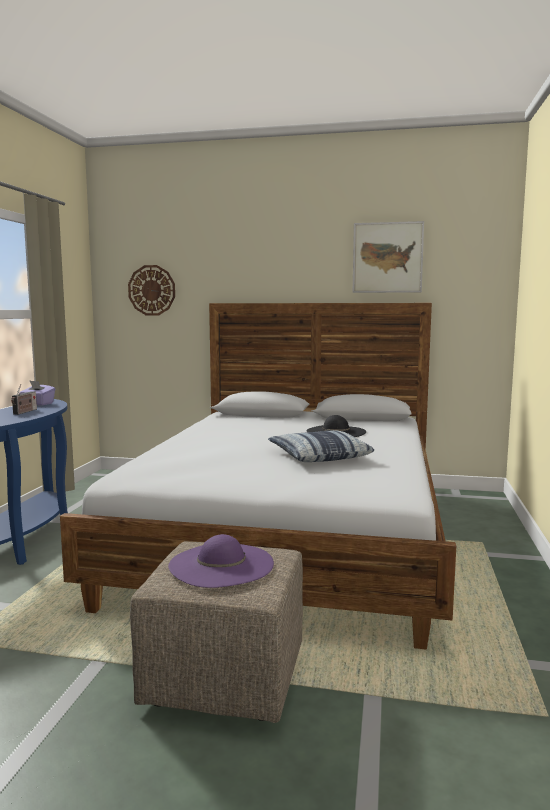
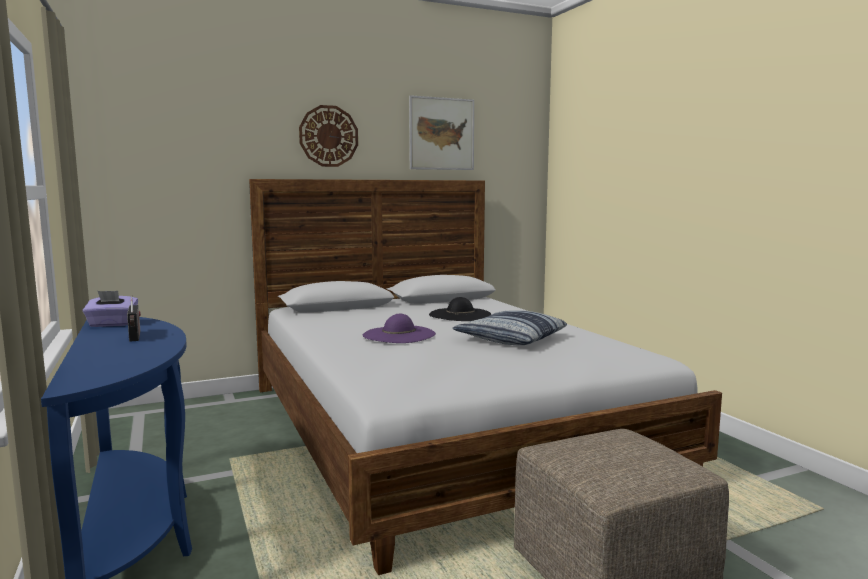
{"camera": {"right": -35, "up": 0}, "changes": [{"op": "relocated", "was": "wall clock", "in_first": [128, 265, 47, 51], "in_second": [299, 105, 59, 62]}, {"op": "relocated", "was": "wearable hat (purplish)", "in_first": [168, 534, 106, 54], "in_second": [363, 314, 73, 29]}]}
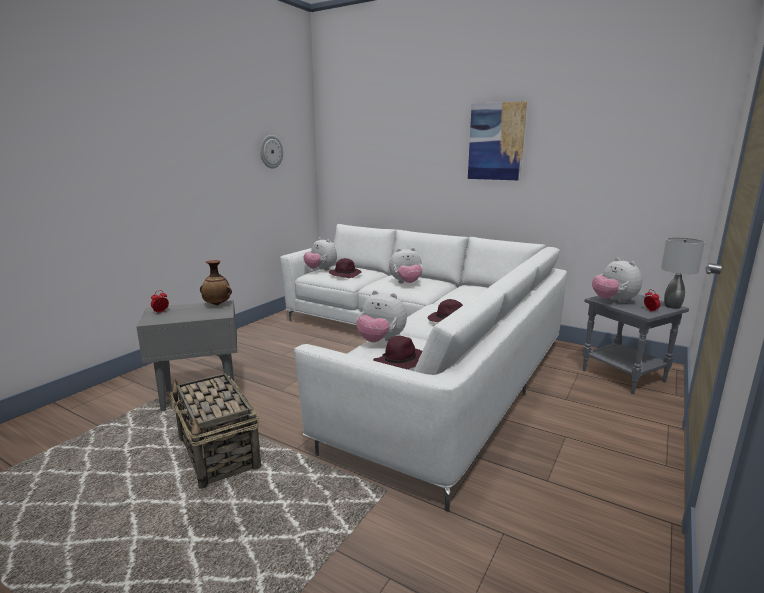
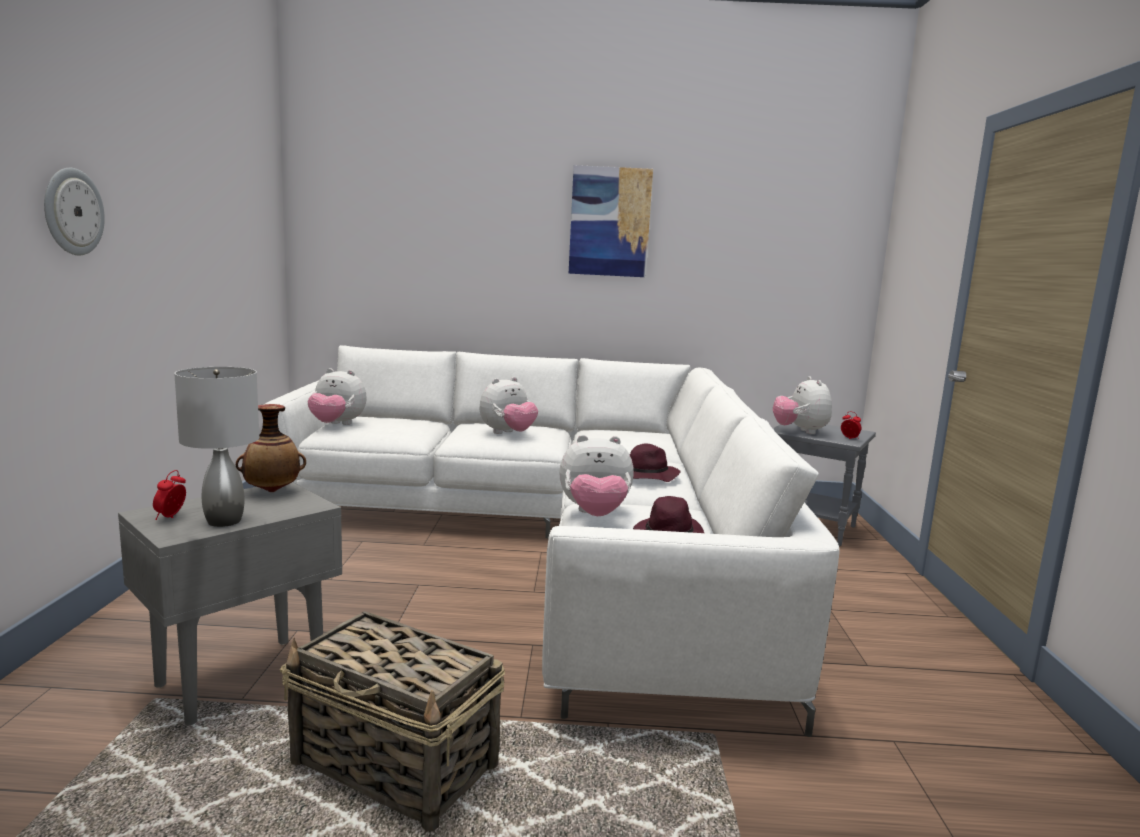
{"camera": {"right": -30, "up": -5}, "changes": [{"op": "relocated", "was": "wall clock", "in_first": [260, 135, 23, 34], "in_second": [44, 168, 61, 87]}, {"op": "relocated", "was": "table lamp (grey)", "in_first": [661, 237, 44, 72], "in_second": [174, 367, 85, 160]}, {"op": "missing", "was": "wearable hat (purplish)", "in_first": [329, 258, 33, 20]}, {"op": "spun", "was": "soft toy", "in_first": [592, 258, 50, 45], "in_second": [773, 376, 59, 58], "clockwise": 45}]}
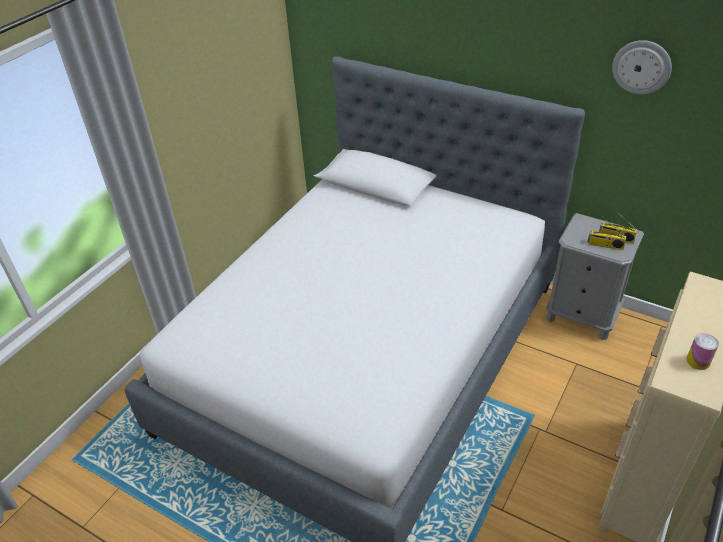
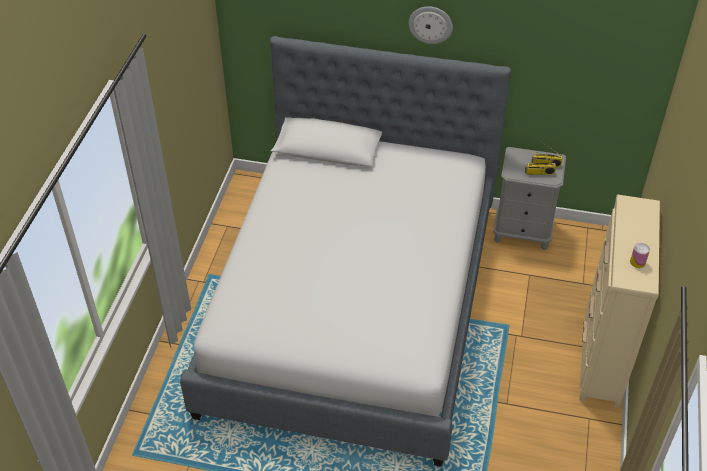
{"camera": {"right": -20, "up": 5}, "changes": [{"op": "relocated", "was": "wall clock", "in_first": [612, 40, 60, 54], "in_second": [408, 6, 45, 38]}]}
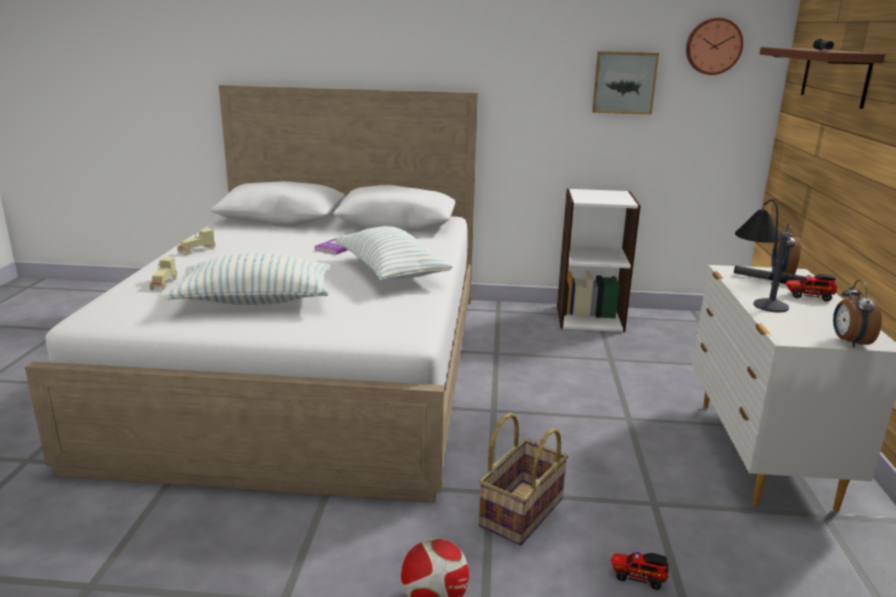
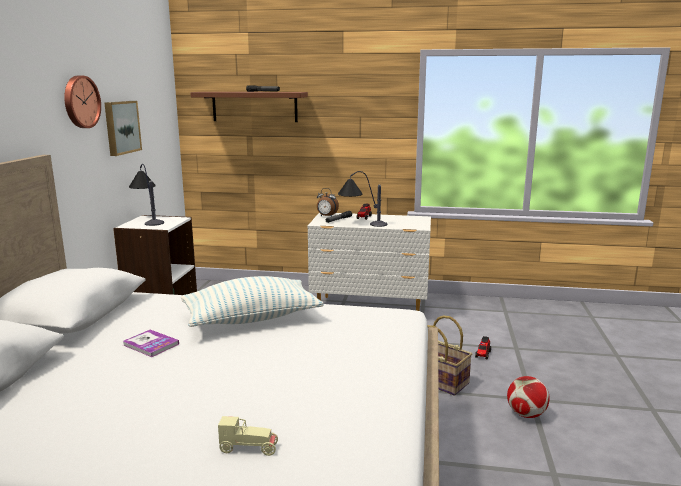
{"camera": {"right": -85, "up": -5}, "changes": [{"op": "relocated", "was": "wall clock", "in_first": [686, 18, 57, 57], "in_second": [64, 76, 37, 52]}, {"op": "missing", "was": "toy car (sand-coloured)", "in_first": [177, 228, 38, 27]}, {"op": "missing", "was": "throw pillow", "in_first": [165, 253, 165, 52]}, {"op": "missing", "was": "bedside clock", "in_first": [833, 280, 49, 68]}, {"op": "appeared", "now": "table lamp", "in_second": [129, 164, 35, 62]}]}
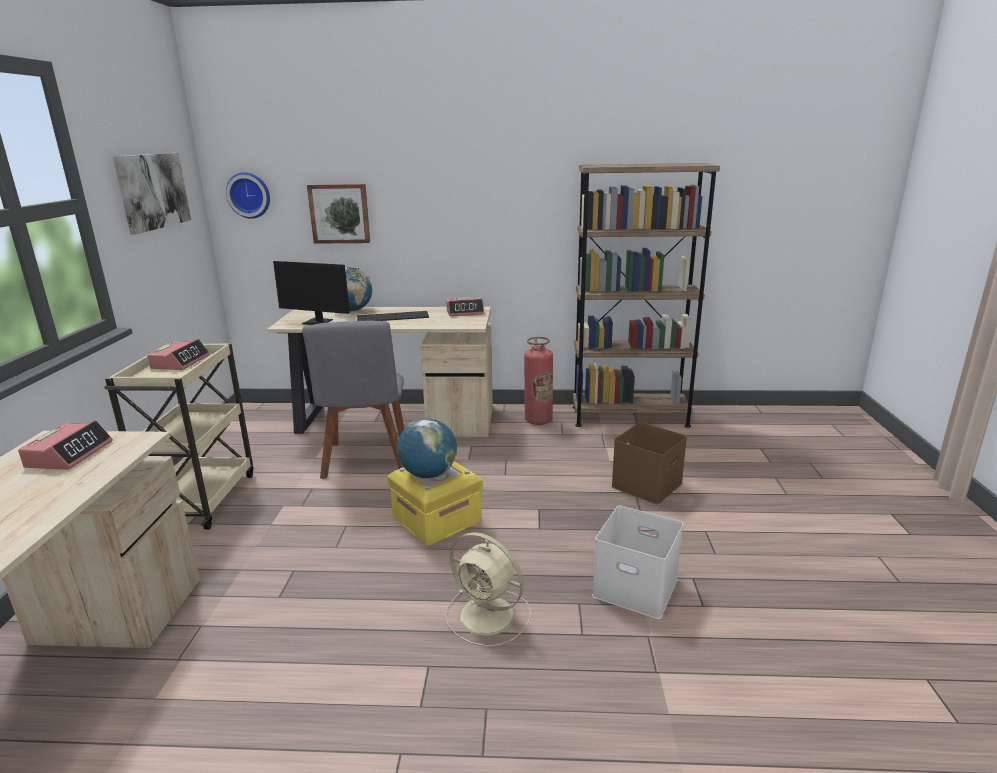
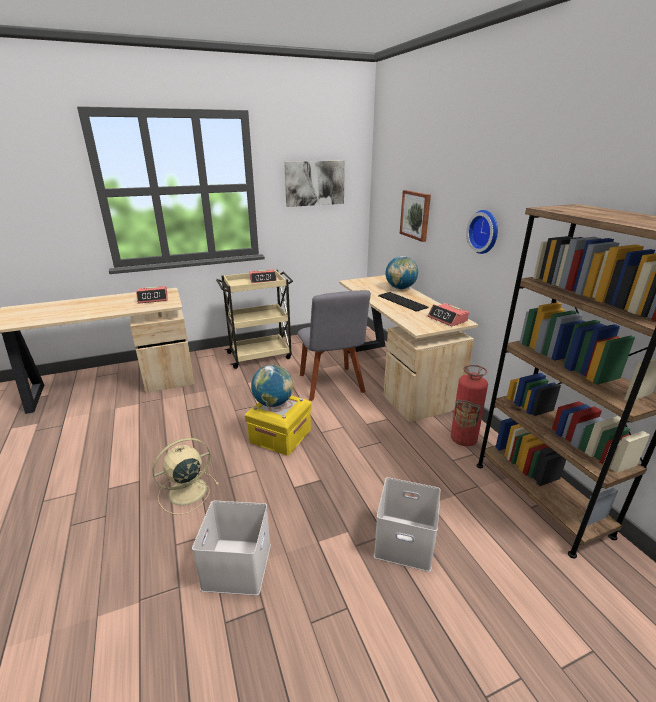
{"camera": {"right": 65, "up": 5}, "changes": [{"op": "relocated", "was": "wall clock", "in_first": [226, 172, 44, 47], "in_second": [466, 210, 32, 44]}, {"op": "missing", "was": "computer display", "in_first": [273, 261, 95, 64]}, {"op": "spun", "was": "chair (grey)", "in_first": [302, 321, 102, 158], "in_second": [297, 290, 74, 111], "clockwise": -75}, {"op": "colour", "was": "storage bin (brownish)", "now": "storage bin (white)", "in_first": [611, 422, 76, 82], "in_second": [374, 477, 67, 95]}, {"op": "spun", "was": "electric fan (sand-coloured)", "in_first": [445, 532, 86, 115], "in_second": [152, 438, 67, 77], "clockwise": 45}]}
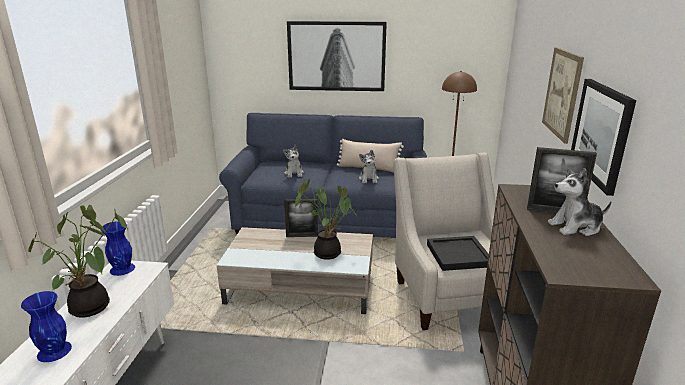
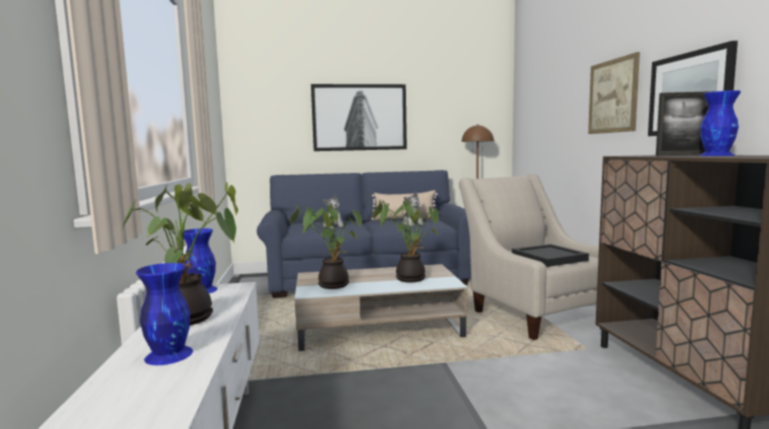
{"camera": {"right": -15, "up": -15}, "changes": [{"op": "exchanged", "was": "soft toy", "now": "flower vase (blue-coloured)", "in_first": [548, 168, 64, 68], "in_second": [699, 90, 42, 66]}, {"op": "missing", "was": "photo frame", "in_first": [284, 199, 34, 38]}, {"op": "appeared", "now": "potted plant", "in_second": [290, 204, 72, 85]}]}
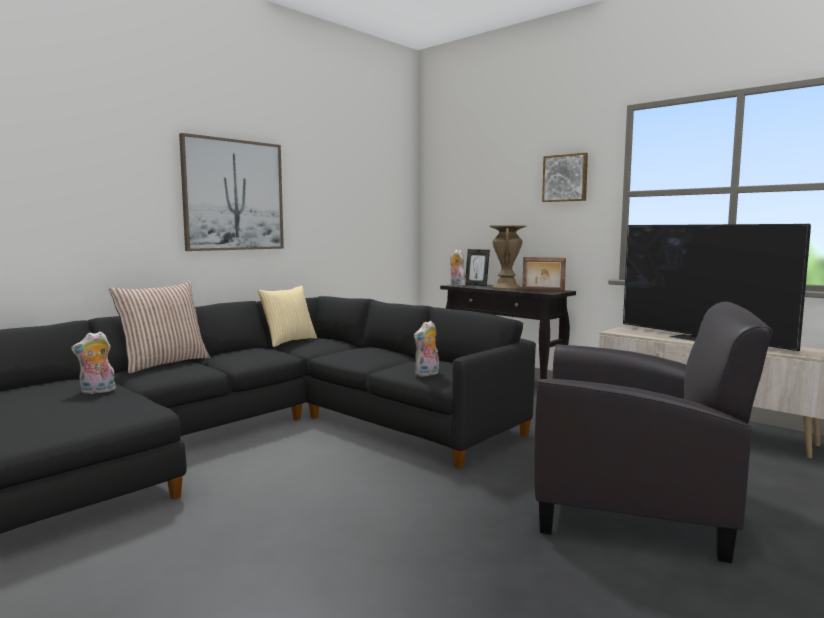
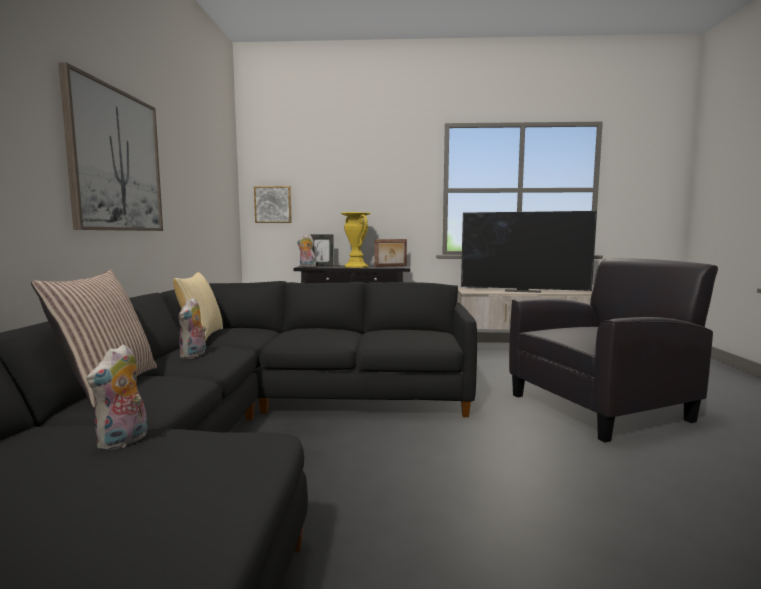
{"camera": {"right": -40, "up": 0}, "changes": [{"op": "relocated", "was": "picture", "in_first": [542, 153, 46, 49], "in_second": [254, 186, 38, 37]}, {"op": "colour", "was": "flower vase (brownish)", "now": "flower vase (yellow)", "in_first": [489, 225, 38, 65], "in_second": [341, 212, 30, 56]}, {"op": "relocated", "was": "soft toy", "in_first": [414, 320, 25, 56], "in_second": [179, 298, 27, 61]}]}
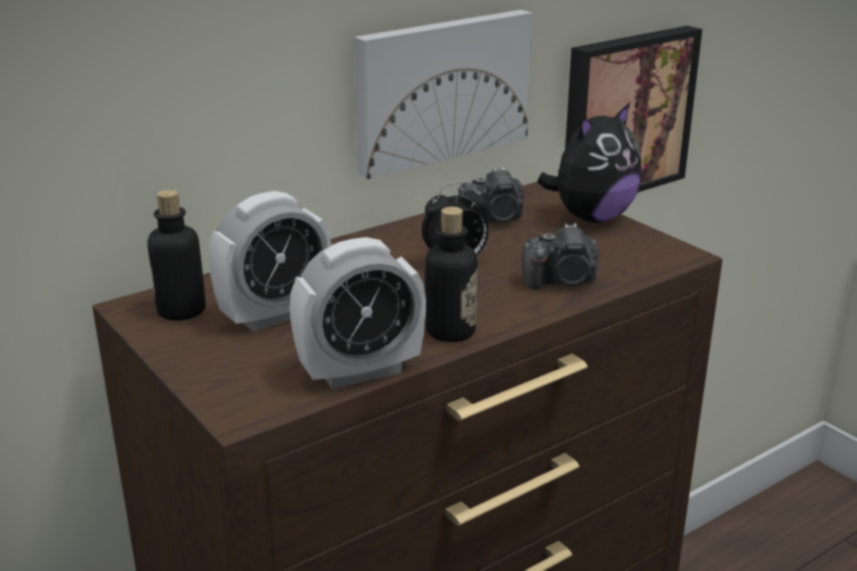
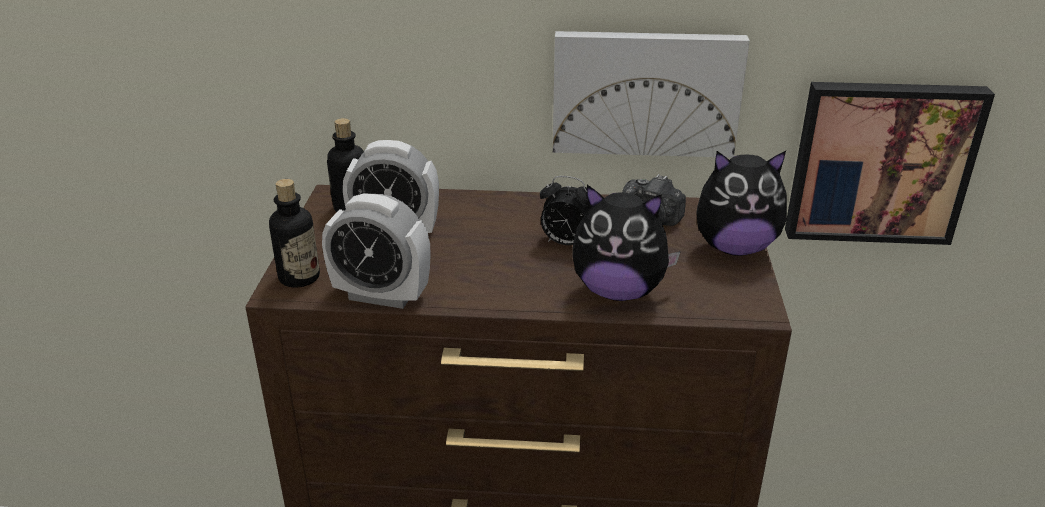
{"camera": {"right": 40, "up": 5}, "changes": [{"op": "relocated", "was": "drink bottle", "in_first": [425, 207, 53, 135], "in_second": [269, 179, 51, 109]}, {"op": "exchanged", "was": "still camera", "now": "soft toy", "in_first": [523, 223, 76, 67], "in_second": [573, 185, 108, 116]}]}
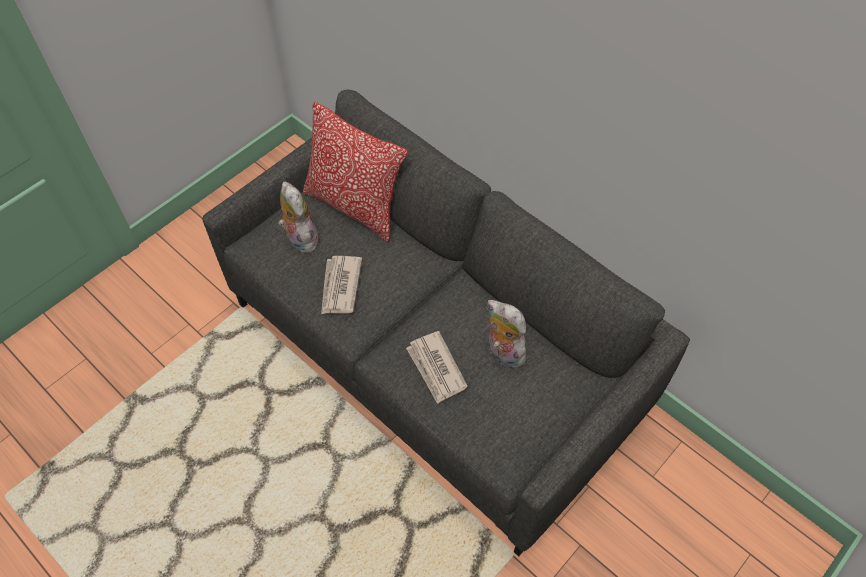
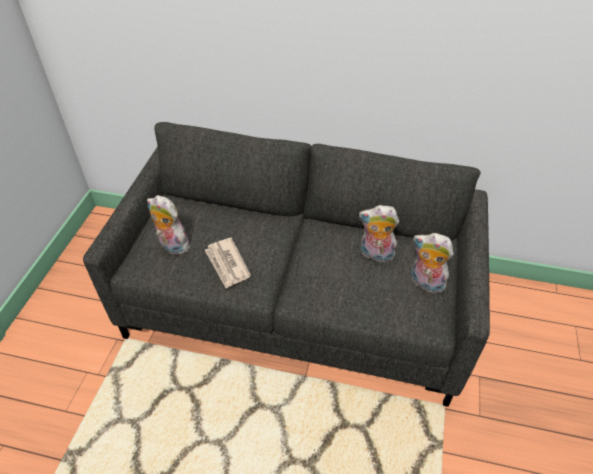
{"camera": {"right": -30, "up": -10}, "changes": [{"op": "missing", "was": "throw pillow", "in_first": [303, 102, 105, 140]}, {"op": "missing", "was": "daily paper", "in_first": [406, 331, 62, 73]}, {"op": "appeared", "now": "soft toy", "in_second": [411, 233, 43, 60]}]}
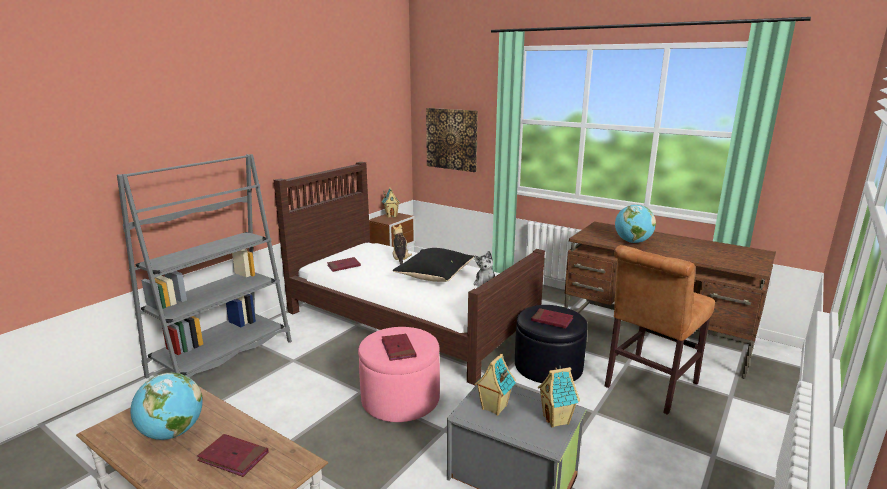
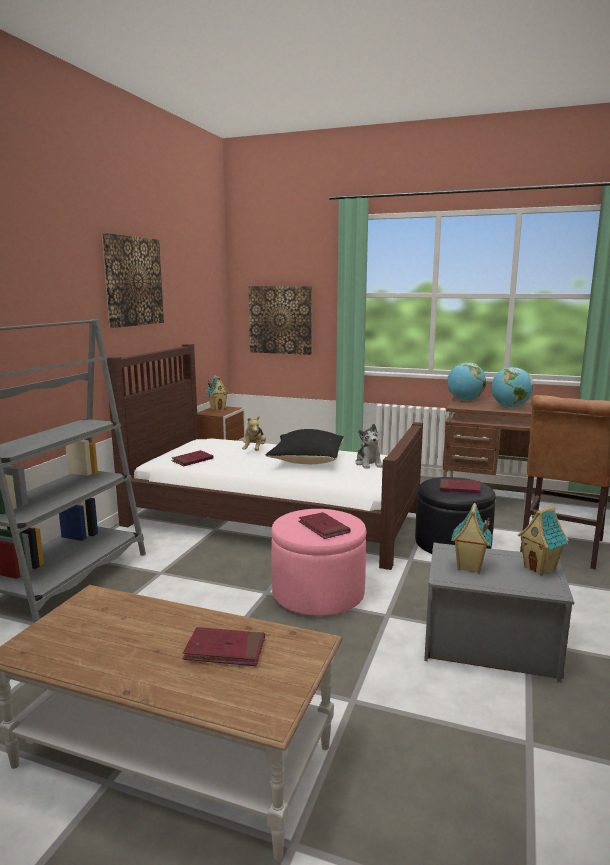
{"camera": {"right": -15, "up": -5}, "changes": [{"op": "spun", "was": "soft toy", "in_first": [393, 224, 19, 41], "in_second": [242, 416, 24, 35], "clockwise": -150}, {"op": "relocated", "was": "desk globe", "in_first": [130, 373, 73, 67], "in_second": [447, 363, 39, 38]}, {"op": "appeared", "now": "picture", "in_second": [102, 233, 62, 95]}]}
